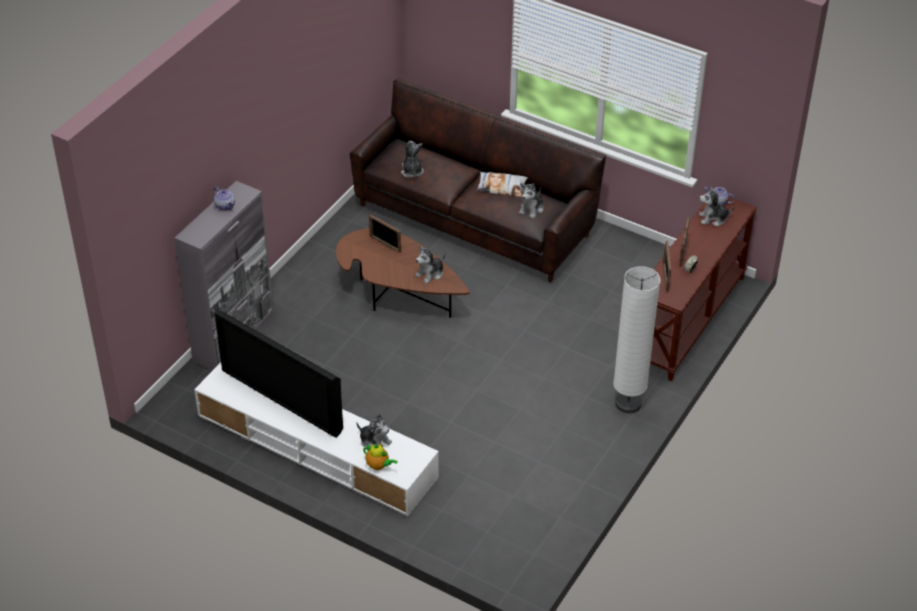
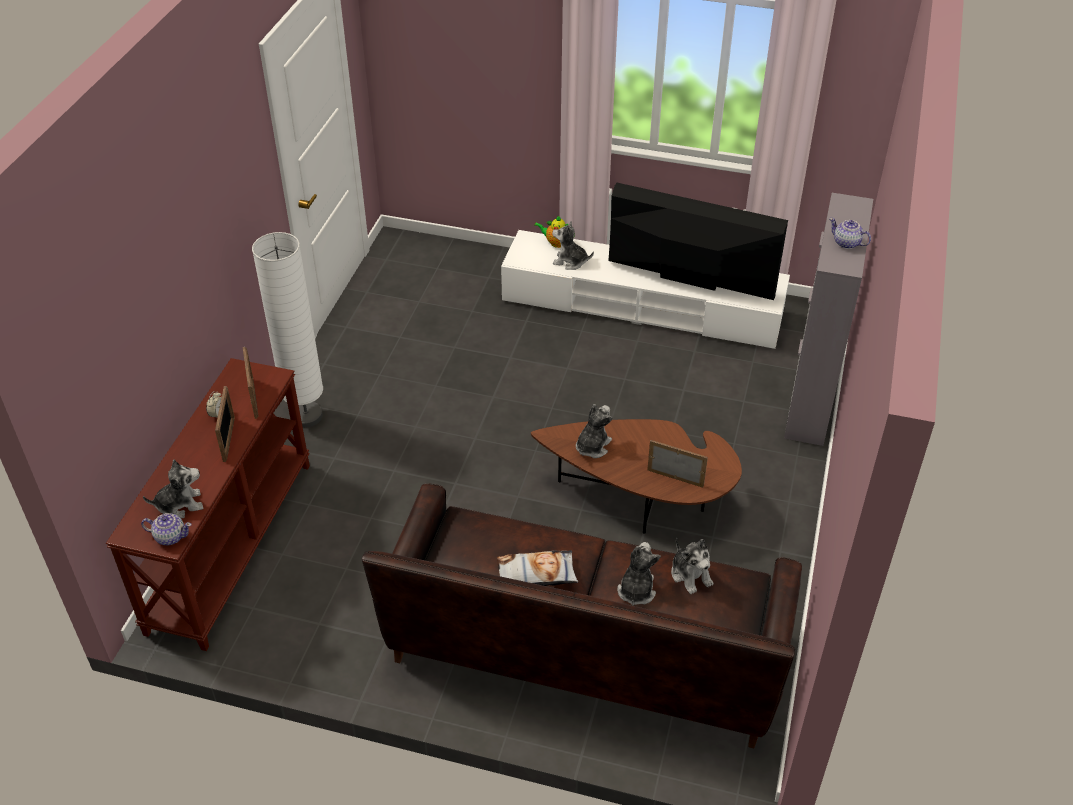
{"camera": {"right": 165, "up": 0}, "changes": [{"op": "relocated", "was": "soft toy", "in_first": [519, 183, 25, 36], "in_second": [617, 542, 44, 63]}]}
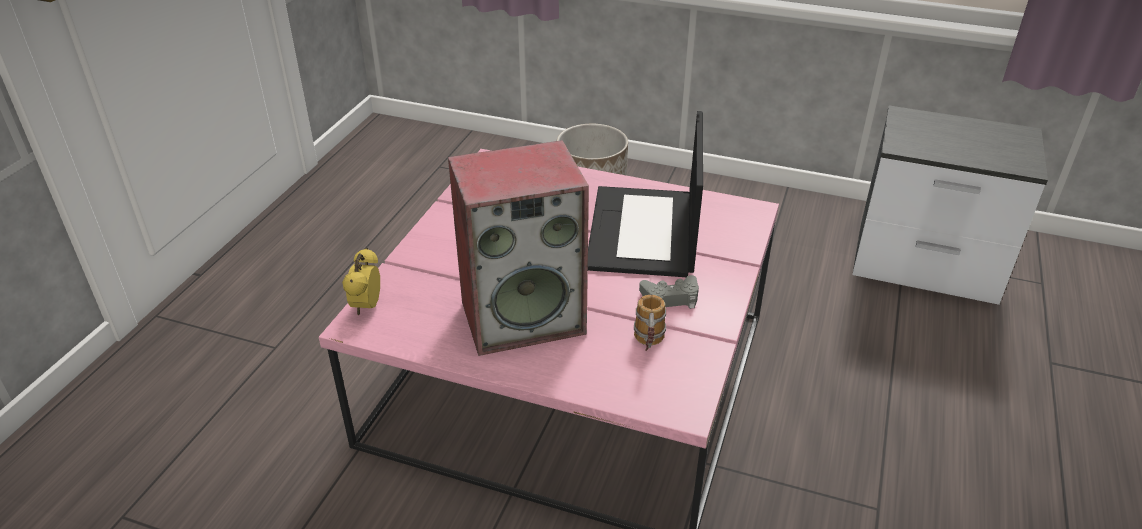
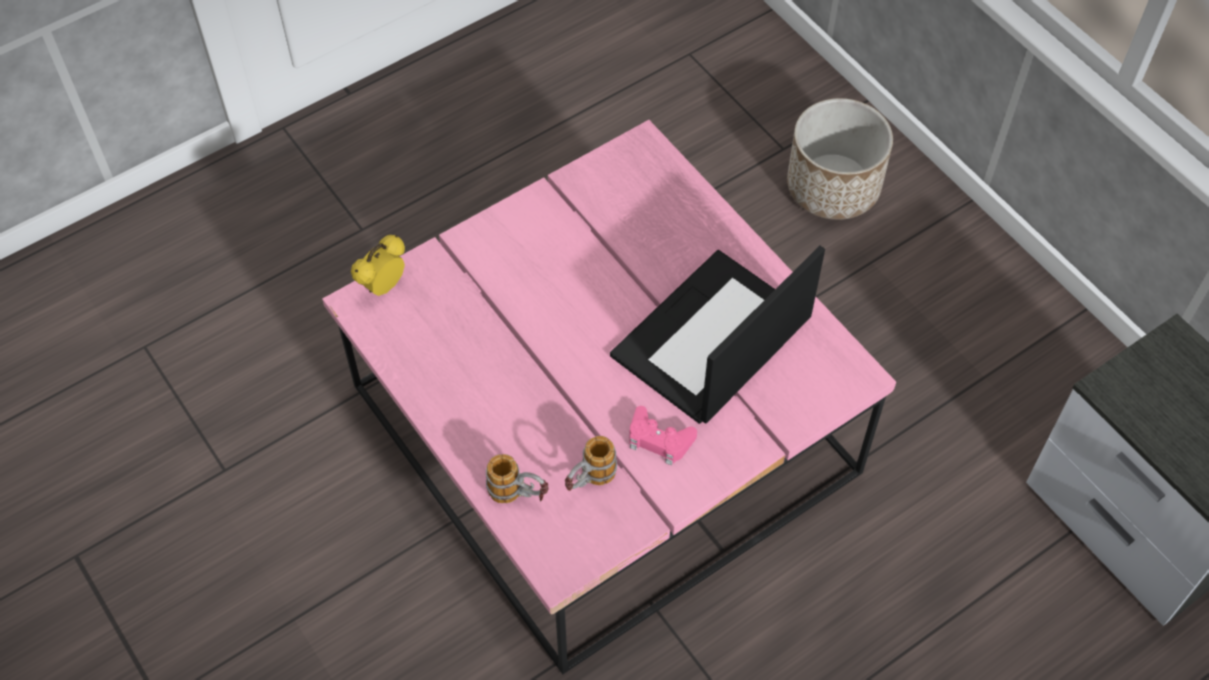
{"camera": {"right": 35, "up": 20}, "changes": [{"op": "missing", "was": "audio speaker", "in_first": [448, 140, 141, 216]}, {"op": "colour", "was": "joypad (grey)", "now": "joypad (pink-coloured)", "in_first": [639, 275, 60, 34], "in_second": [629, 406, 68, 59]}, {"op": "appeared", "now": "mug", "in_second": [486, 454, 62, 49]}]}
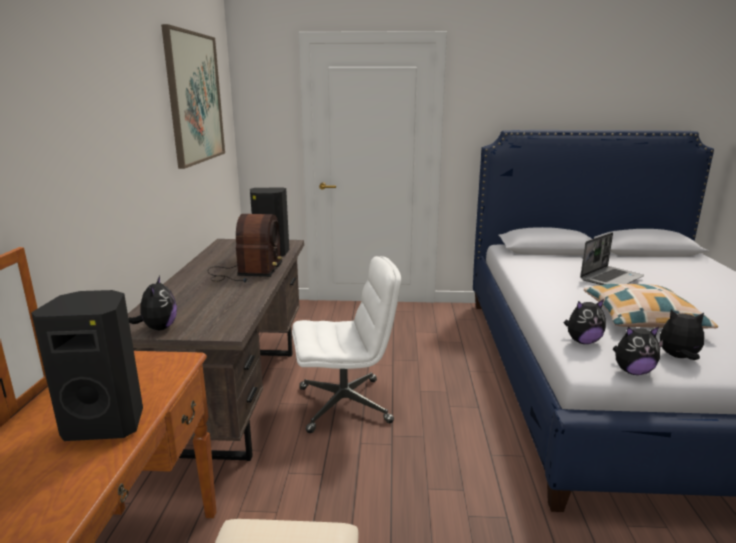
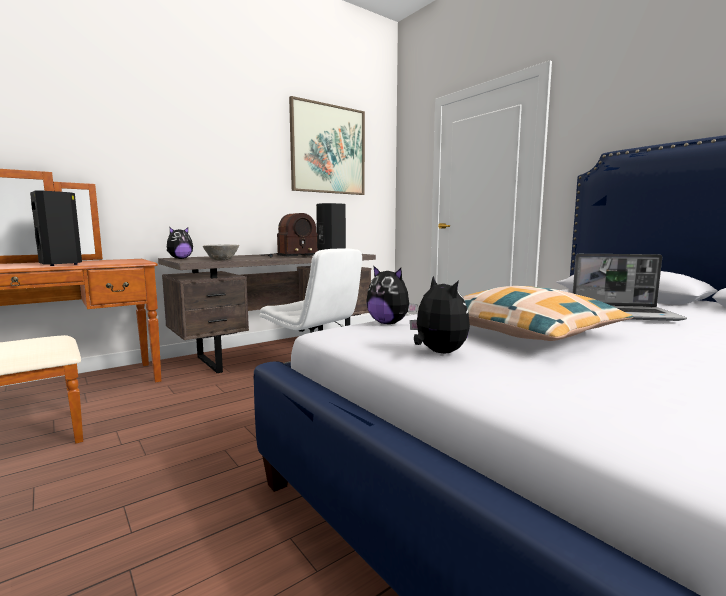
{"camera": {"right": 50, "up": -10}, "changes": [{"op": "missing", "was": "soft toy", "in_first": [613, 327, 47, 48]}, {"op": "appeared", "now": "serving bowl (grey)", "in_second": [203, 245, 36, 15]}]}
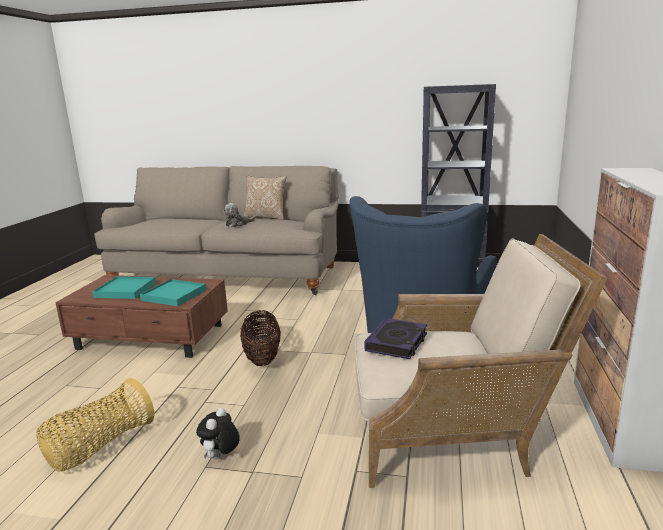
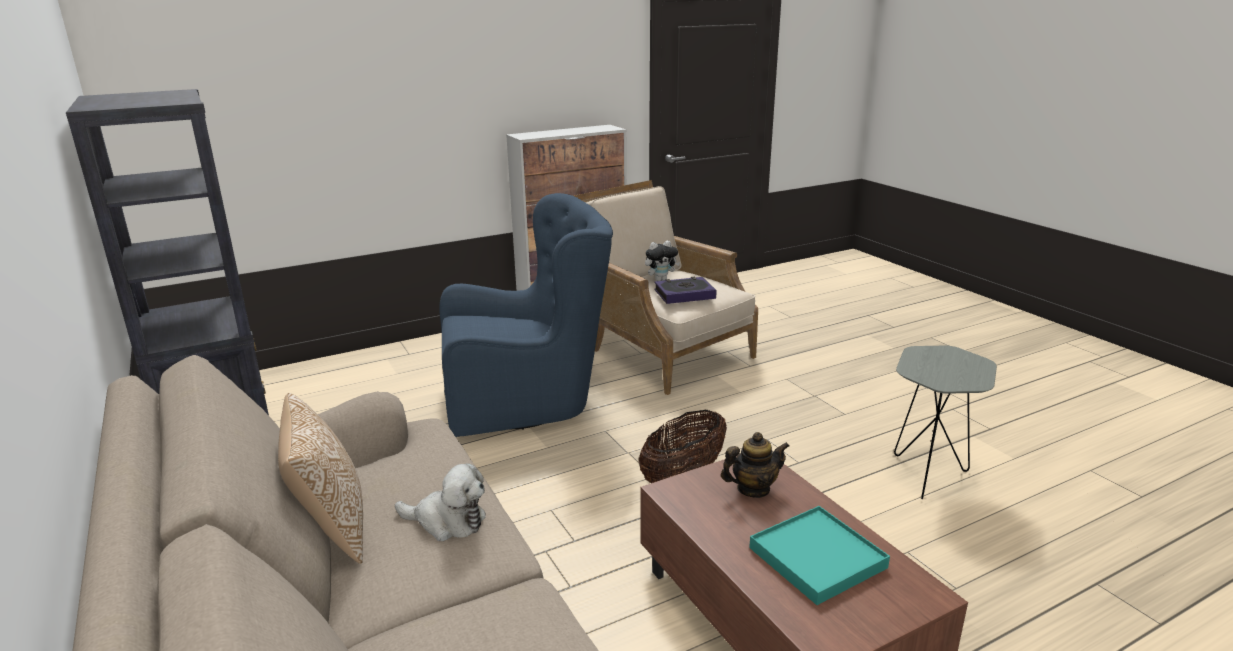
{"camera": {"right": -130, "up": 5}, "changes": [{"op": "exchanged", "was": "serving tray (turquoise)", "now": "tea pot", "in_first": [140, 279, 66, 27], "in_second": [721, 432, 69, 66]}, {"op": "exchanged", "was": "storage basket", "now": "accent table (grey)", "in_first": [36, 378, 118, 94], "in_second": [894, 345, 103, 154]}, {"op": "relocated", "was": "soft toy", "in_first": [196, 408, 44, 51], "in_second": [645, 240, 35, 41]}]}
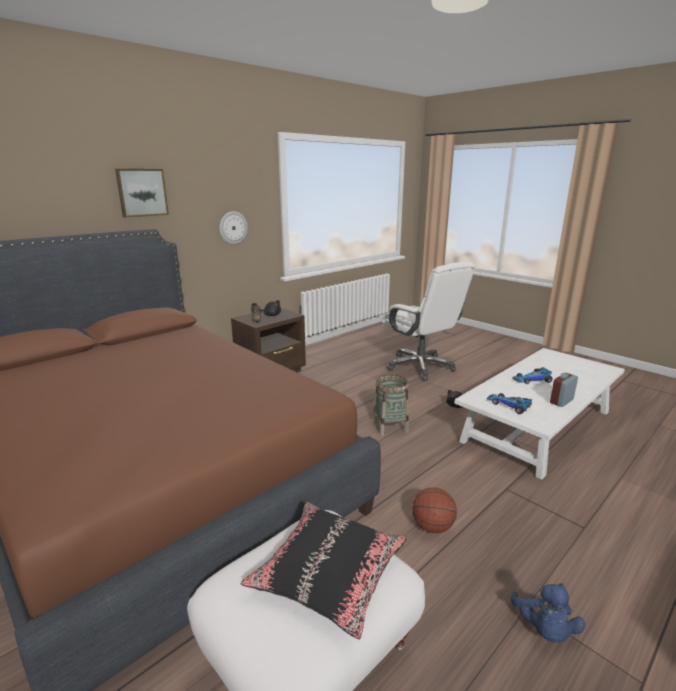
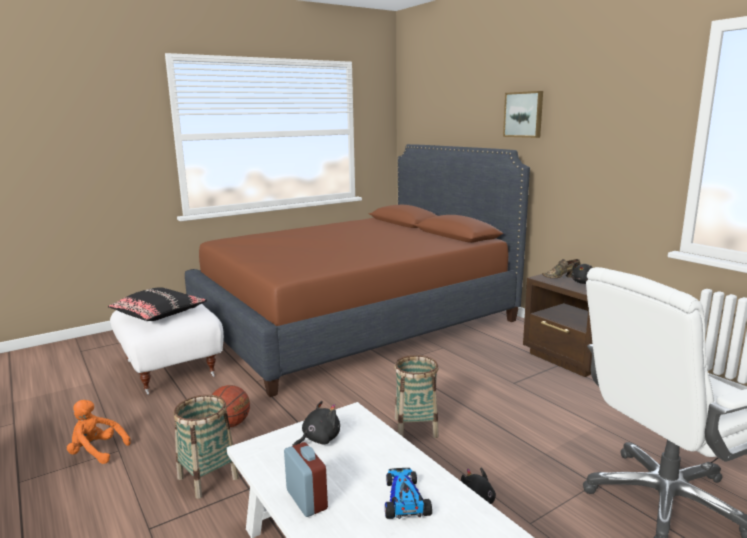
{"camera": {"right": 100, "up": -5}, "changes": [{"op": "missing", "was": "wall clock", "in_first": [219, 211, 29, 34]}, {"op": "exchanged", "was": "toy car", "now": "soft toy (blackish)", "in_first": [487, 393, 45, 21], "in_second": [292, 401, 48, 45]}, {"op": "colour", "was": "soft toy (blue-coloured)", "now": "soft toy (orange-coloured)", "in_first": [511, 583, 74, 60], "in_second": [67, 400, 64, 64]}, {"op": "appeared", "now": "storage basket", "in_second": [174, 395, 65, 104]}]}
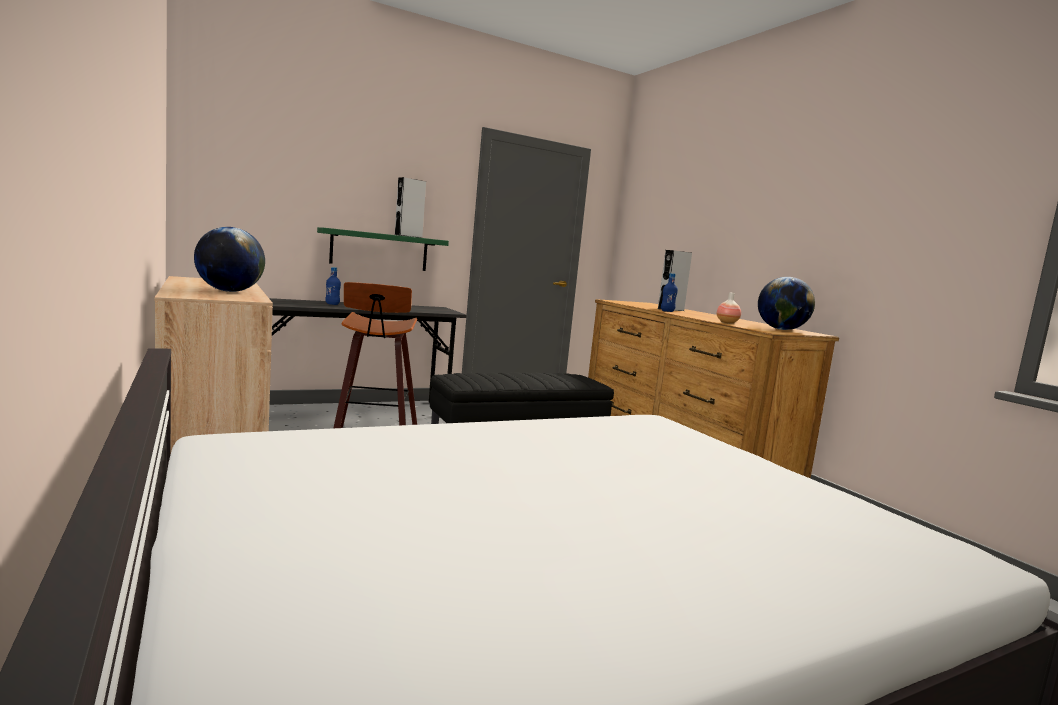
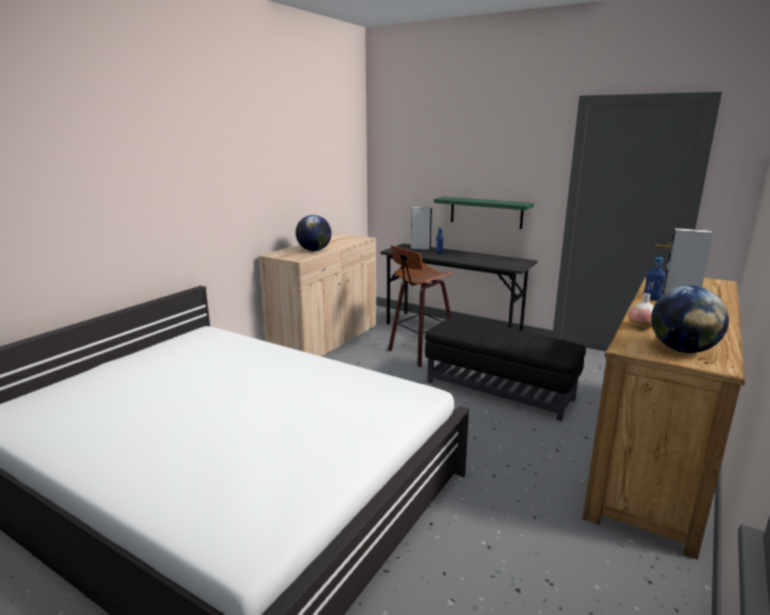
{"camera": {"right": 60, "up": 10}, "changes": [{"op": "relocated", "was": "audio speaker (grey)", "in_first": [395, 177, 31, 61], "in_second": [411, 207, 21, 43]}]}
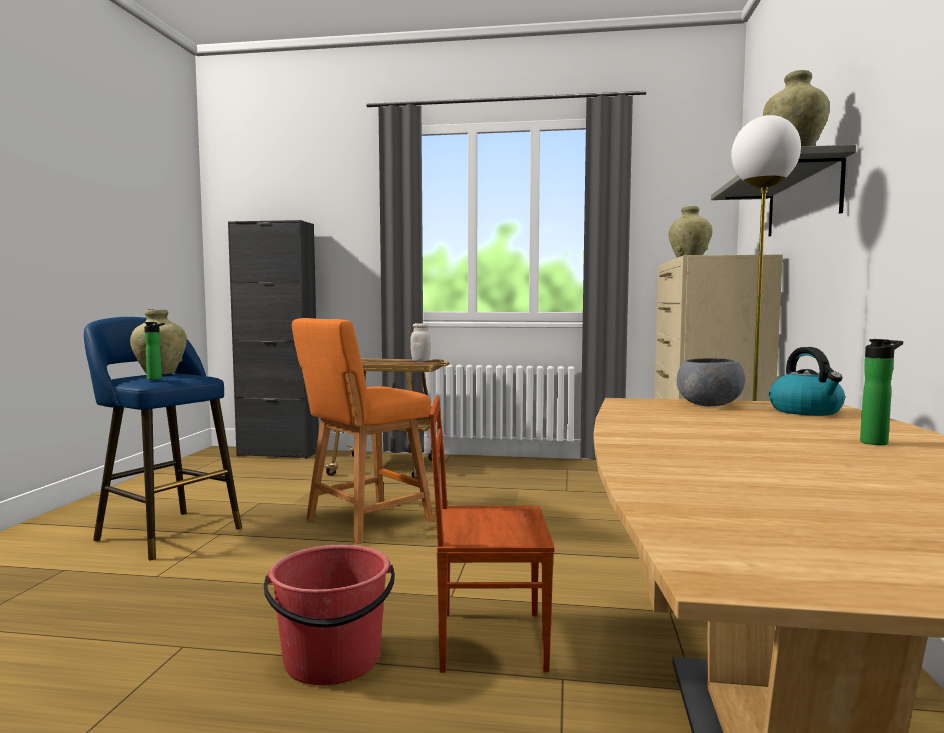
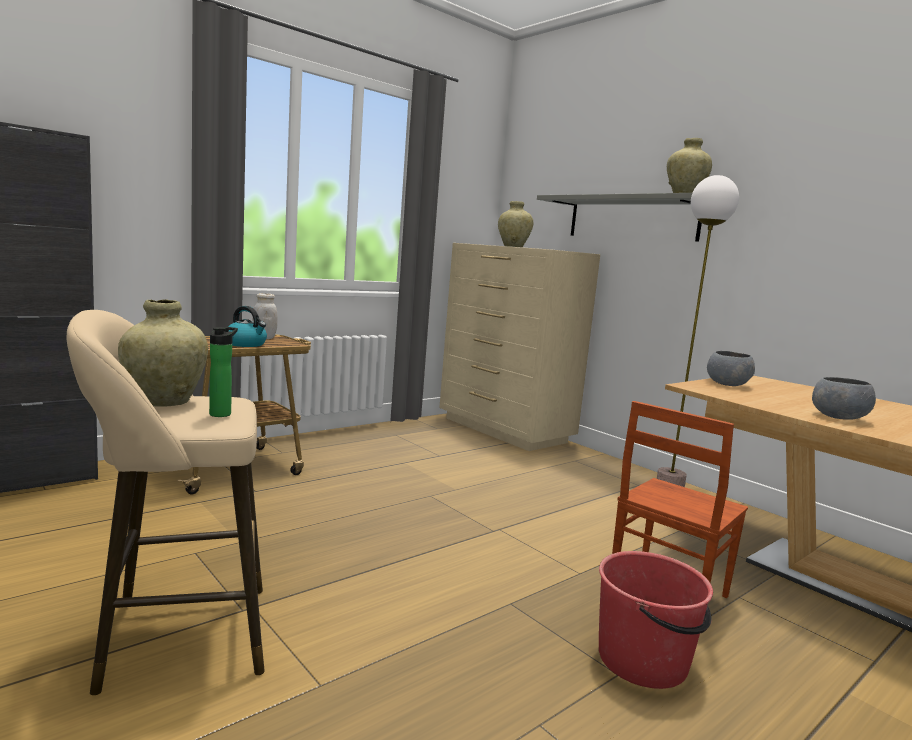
{"camera": {"right": -50, "up": 5}, "changes": [{"op": "colour", "was": "stool (blue-coloured)", "now": "stool (sand-coloured)", "in_first": [84, 317, 158, 243], "in_second": [67, 310, 198, 385]}, {"op": "missing", "was": "stool (orange-coloured)", "in_first": [292, 318, 142, 226]}, {"op": "missing", "was": "drink bottle", "in_first": [860, 339, 43, 106]}, {"op": "relocated", "was": "tea kettle", "in_first": [769, 347, 76, 69], "in_second": [228, 306, 39, 41]}, {"op": "appeared", "now": "serving bowl (grey)", "in_second": [812, 377, 64, 43]}]}
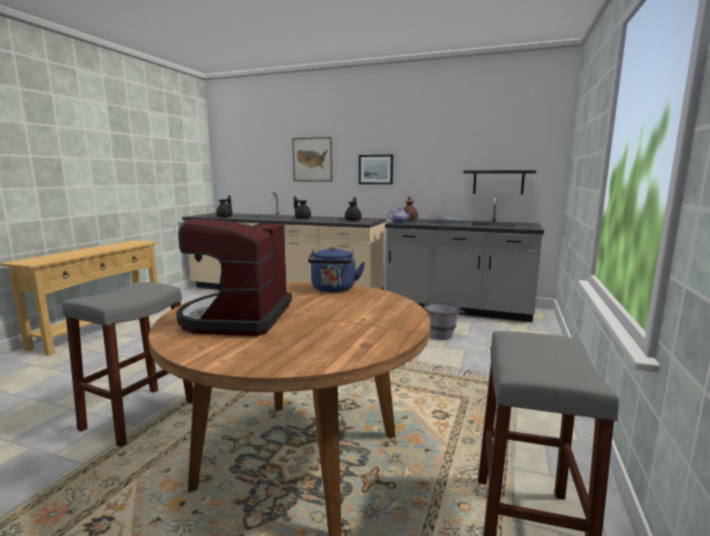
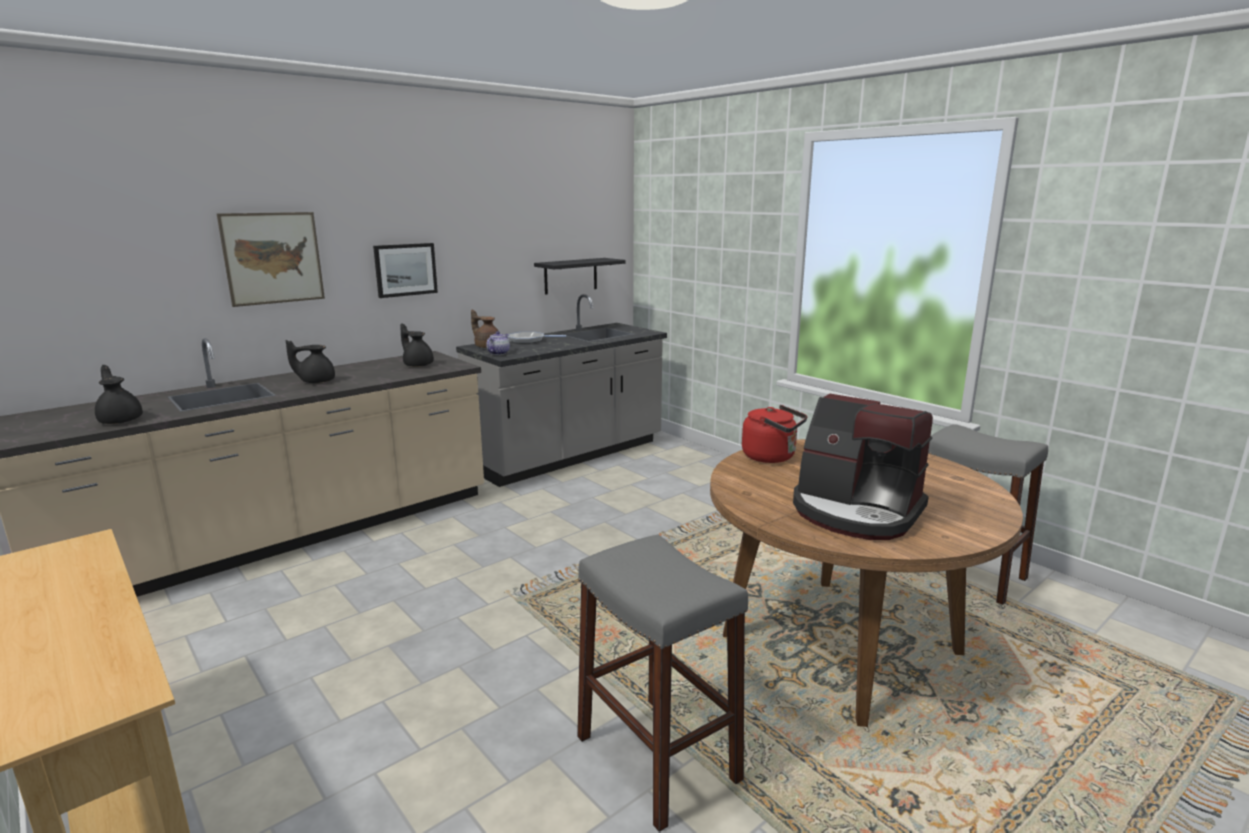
{"camera": {"right": -60, "up": 5}, "changes": [{"op": "colour", "was": "tea kettle (blue-coloured)", "now": "tea kettle (red-coloured)", "in_first": [308, 246, 57, 46], "in_second": [742, 405, 66, 58]}, {"op": "missing", "was": "bucket (grey)", "in_first": [424, 300, 42, 40]}]}
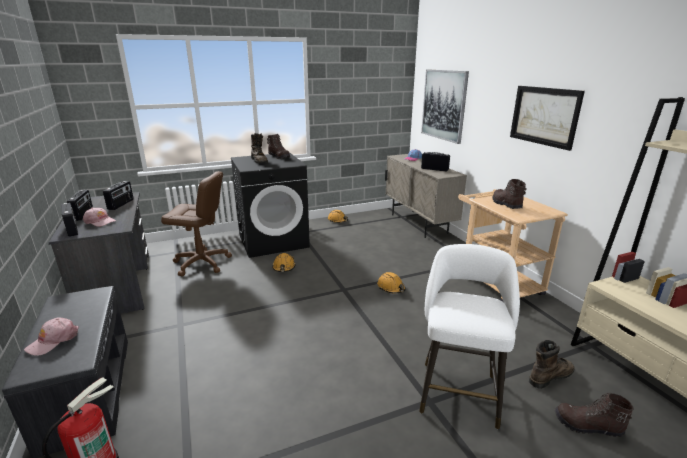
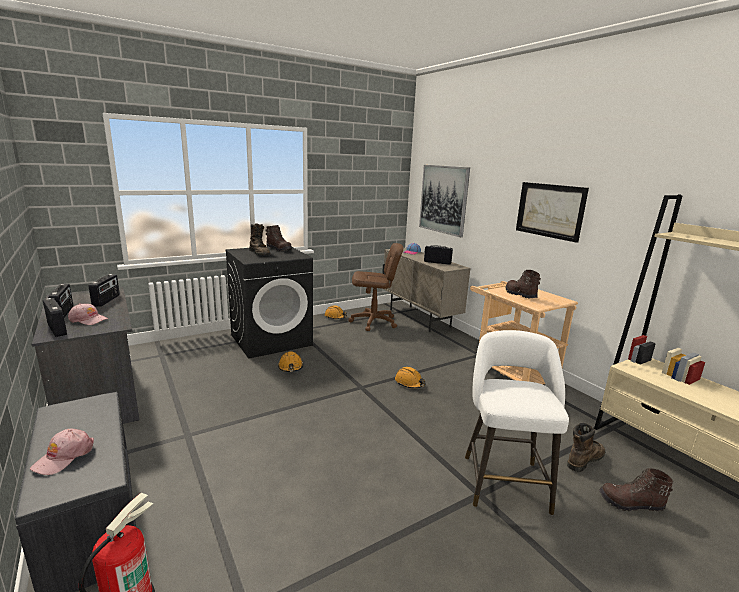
{"camera": {"right": -10, "up": -5}, "changes": [{"op": "relocated", "was": "office chair (brownish)", "in_first": [161, 171, 71, 105], "in_second": [348, 243, 55, 88]}]}
